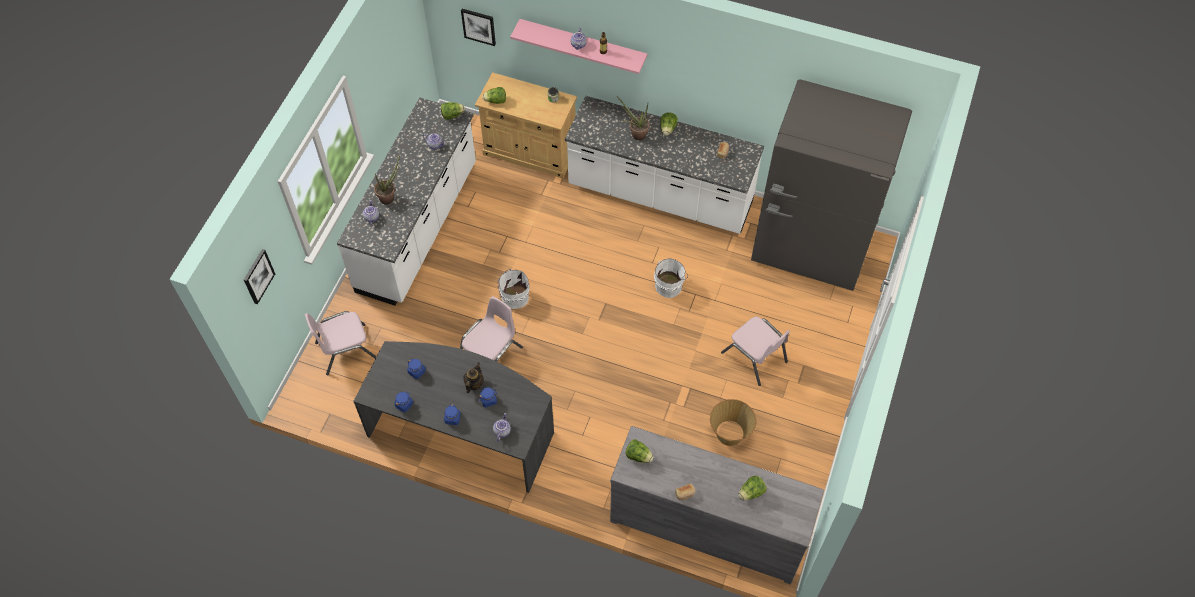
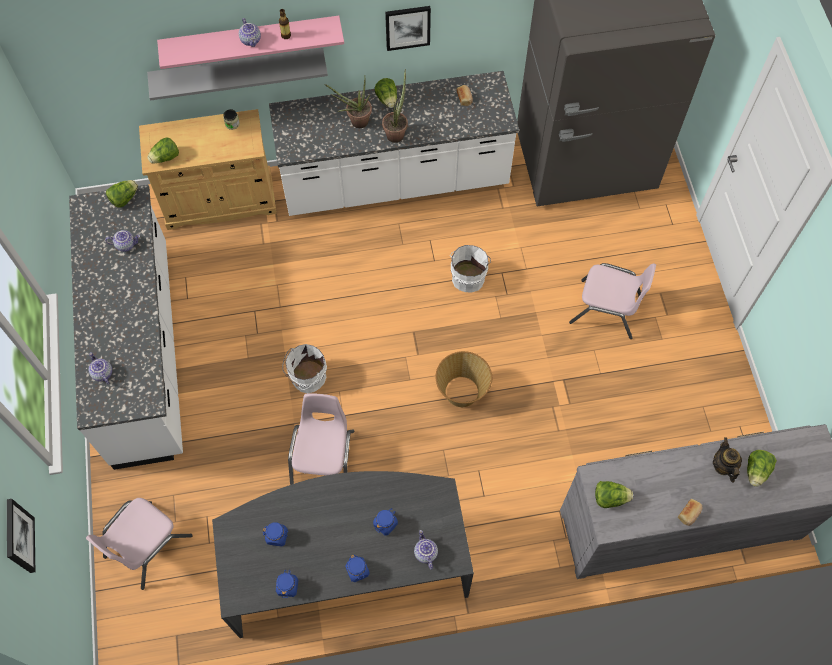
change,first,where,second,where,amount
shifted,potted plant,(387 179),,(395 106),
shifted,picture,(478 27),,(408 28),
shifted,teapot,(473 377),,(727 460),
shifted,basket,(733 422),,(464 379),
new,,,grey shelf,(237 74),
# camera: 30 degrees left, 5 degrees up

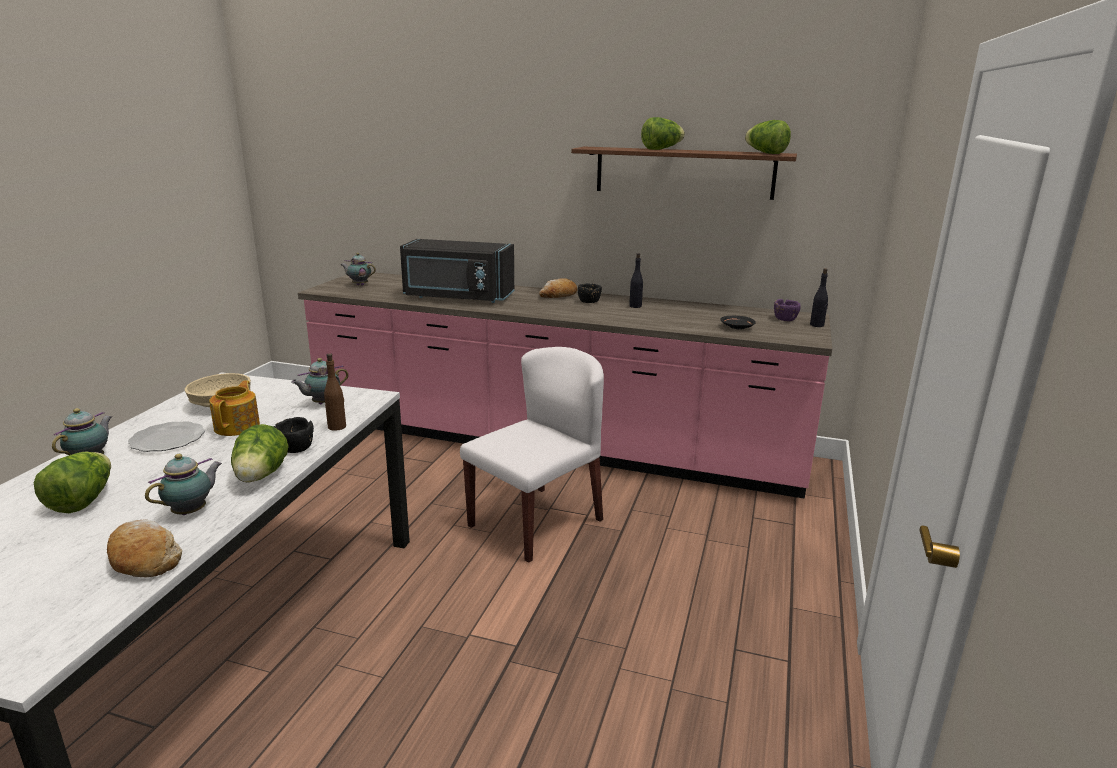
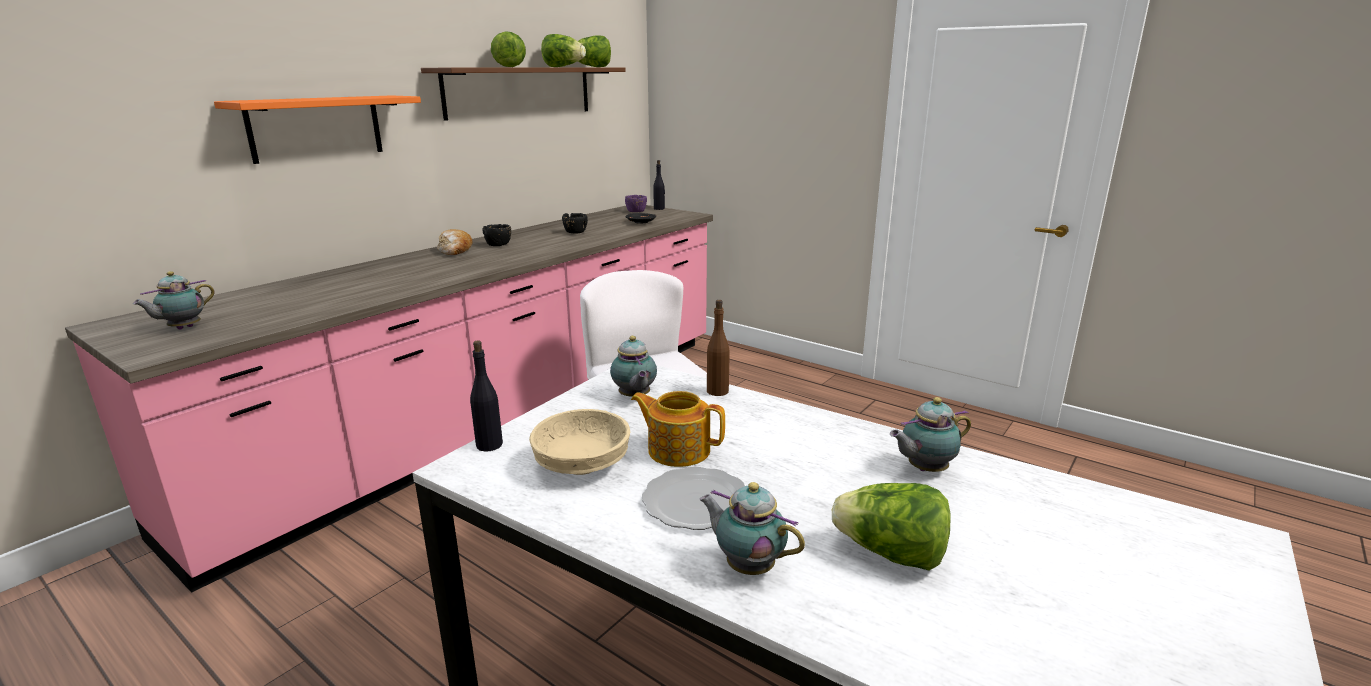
change,first,where,second,where,amount
gone,bread,(144 548),,,
rotated,teapot,(183 484),,(930 434),75 degrees counterclockwise
shifted,lettuce,(260 453),,(563 50),
shifted,black bowl,(294 435),,(575 223),
gone,black microwave,(457 271),,,
shifted,black bottle,(636 280),,(486 396),
new,,,orange shelf,(317 129),
# camera: 70 degrees left, 0 degrees up

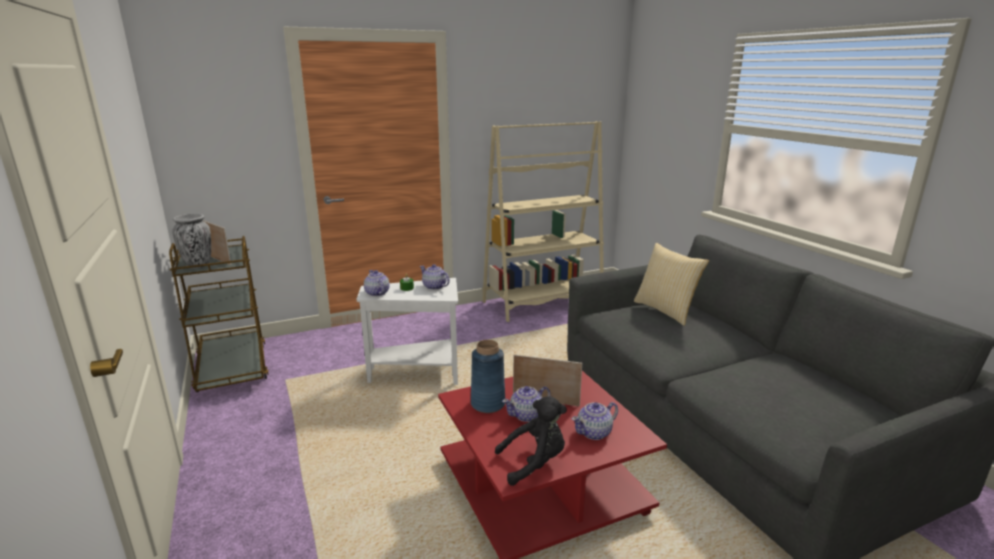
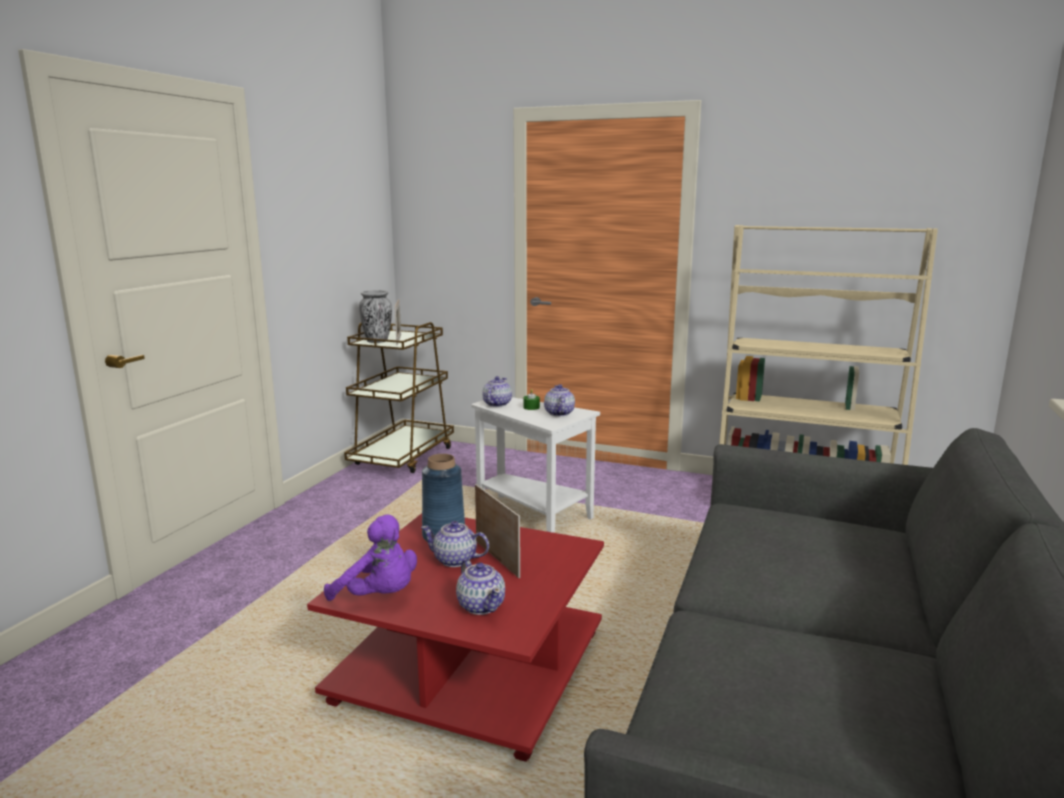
change,first,where,second,where,amount
repainted,black plush toy,(531 441),purple plush toy,(370 557),
rotated,teapot,(595 421),,(480 587),135 degrees counterclockwise
gone,pillow,(671 284),,,
# camera: 45 degrees right, 5 degrees down

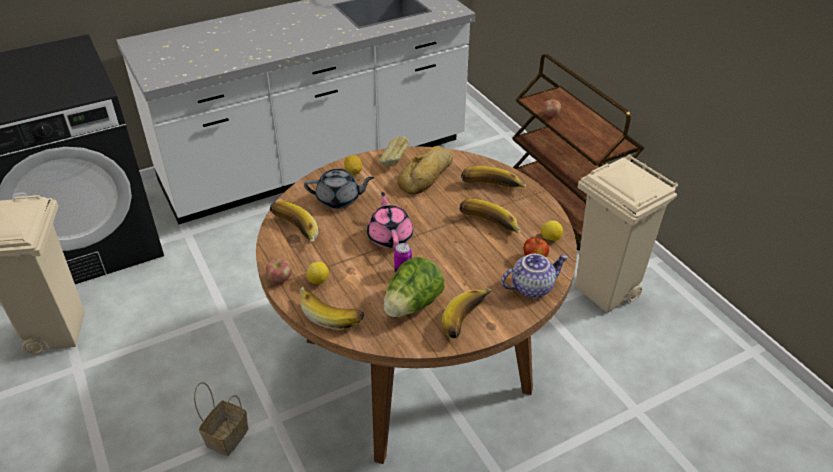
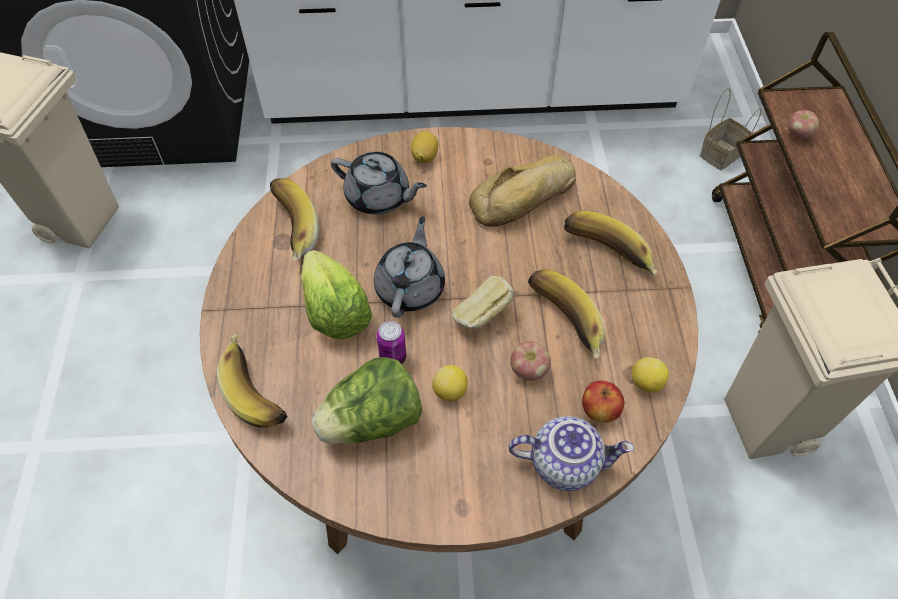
change,first,where,second,where,amount
shifted,basket,(221 419),,(731 129),
shifted,apple,(279 270),,(531 361),
shifted,lemon,(317 273),,(450 383),
repainted,pink teapot,(390 220),grey teapot,(409 267),
shifted,bread,(394 151),,(482 303),
gone,banana,(467 313),,,
new,,,lettuce,(336 294),
# camera: 25 degrees right, 15 degrees up

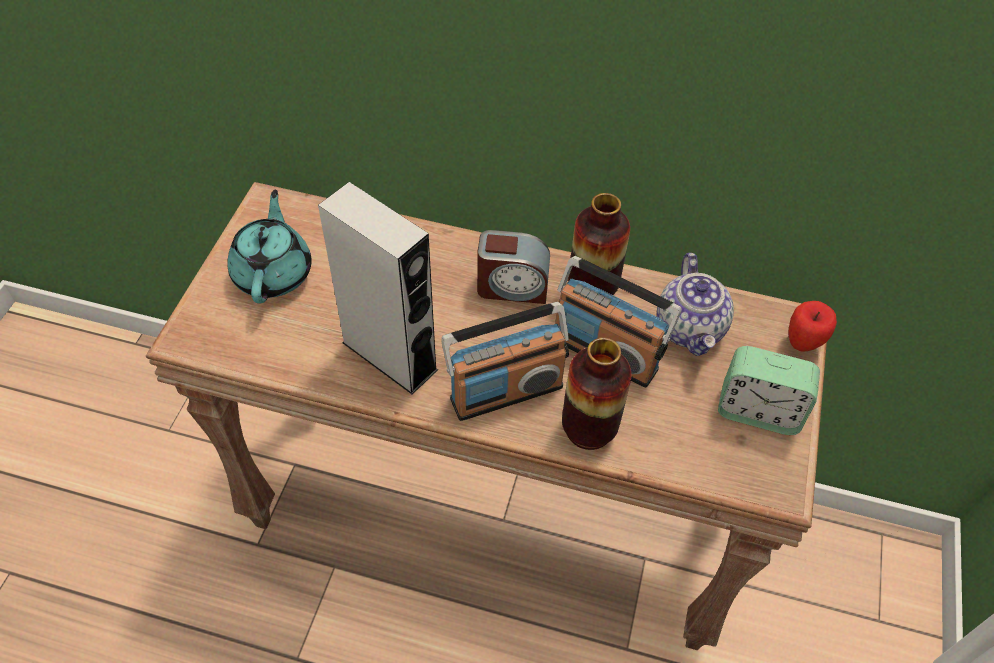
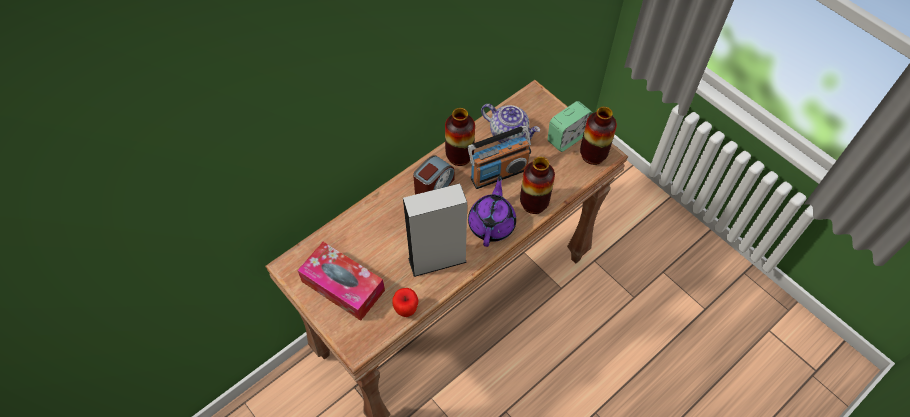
change,first,where,second,where,amount
swapped,turquoise teapot,(269 247),tissue box,(341 281),
swapped,radio,(505 361),purple teapot,(492 211),
shifted,apple,(812 326),,(405 302),
new,,,vase,(598 136),
# camera: 55 degrees left, 5 degrees up

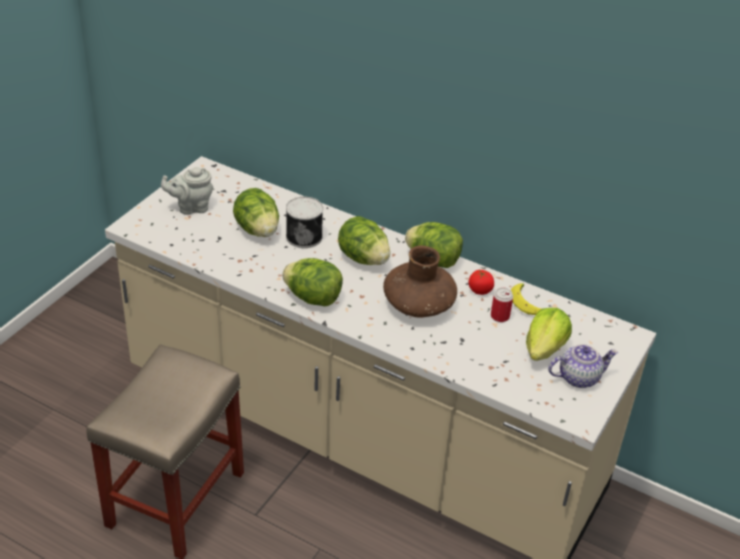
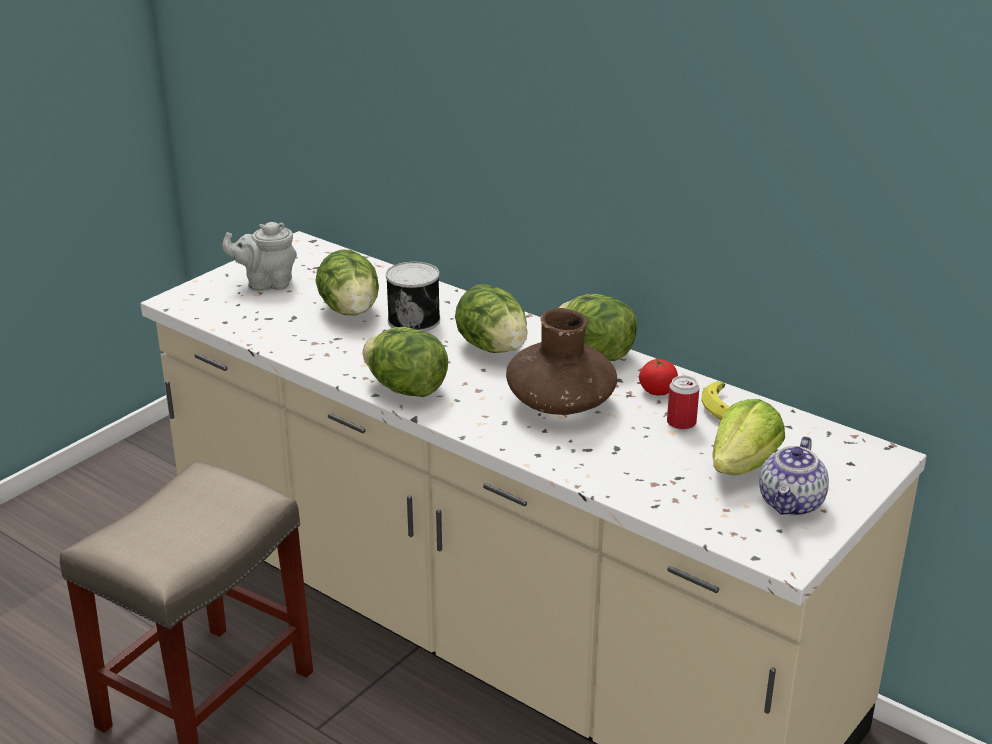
change,first,where,second,where,amount
rotated,teapot,(583 366),,(794 476),120 degrees clockwise
# camera: 10 degrees right, 10 degrees down

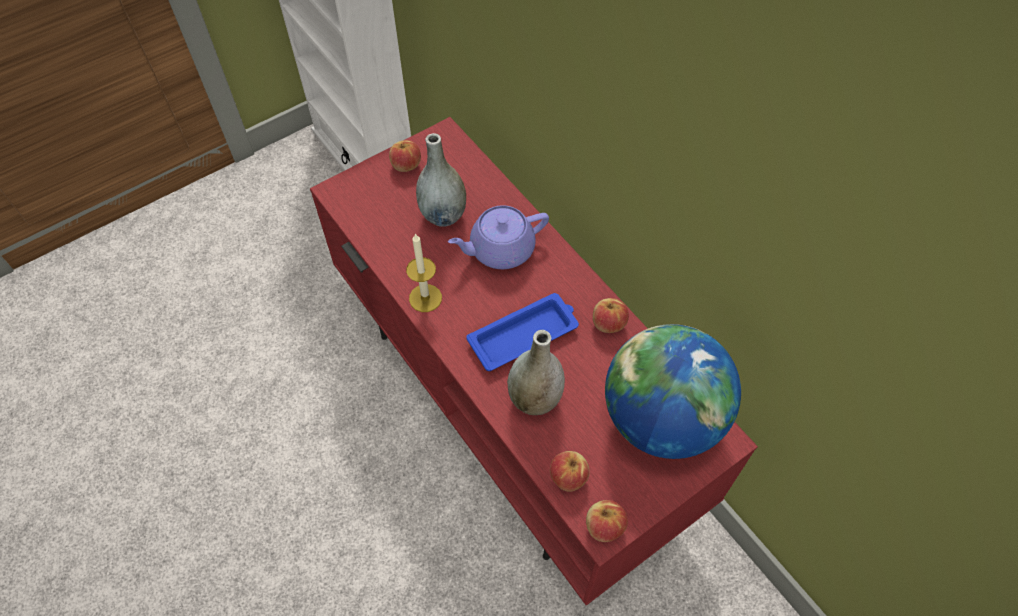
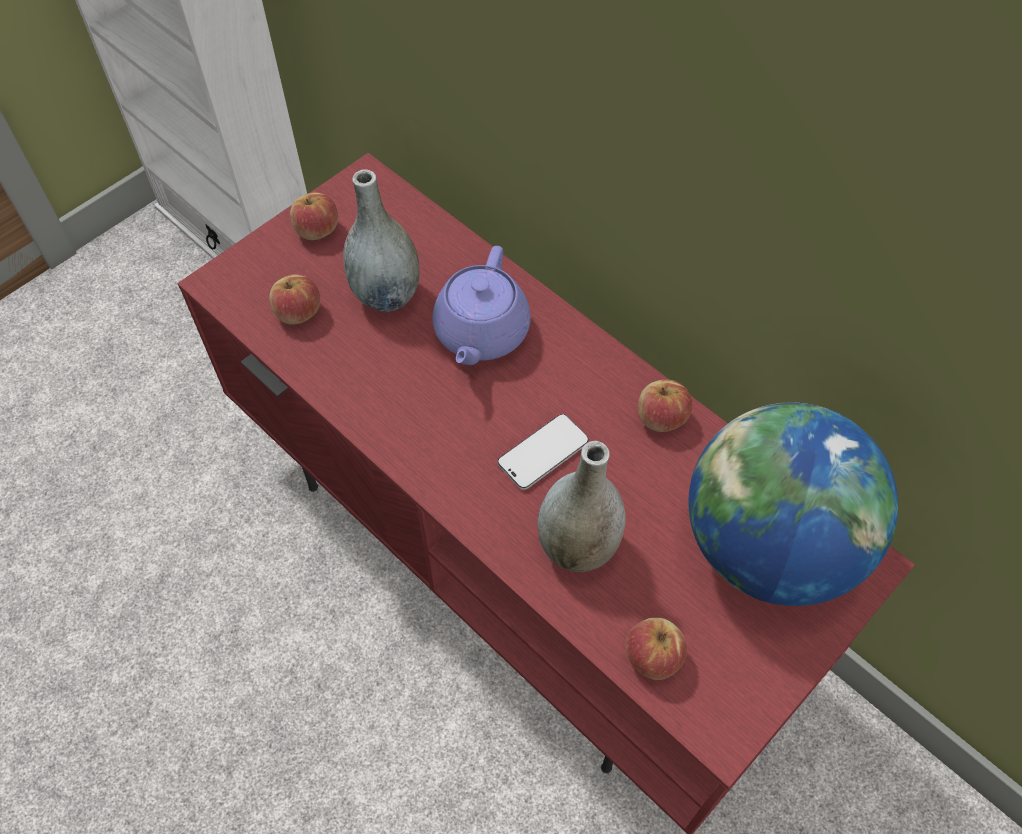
change,first,where,second,where,amount
gone,candle,(424 272),,,
rotated,purple teapot,(498 237),,(482 305),45 degrees counterclockwise
swapped,blue tray,(522 332),phone,(543 452),
shifted,apple,(607 521),,(294 299),
# camera: 10 degrees left, 0 degrees up

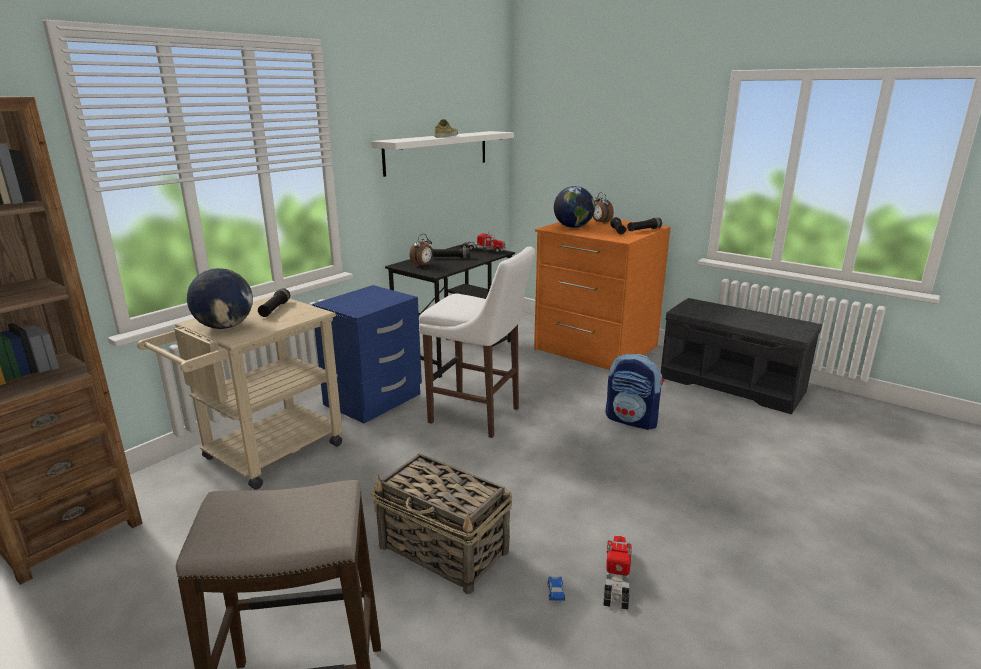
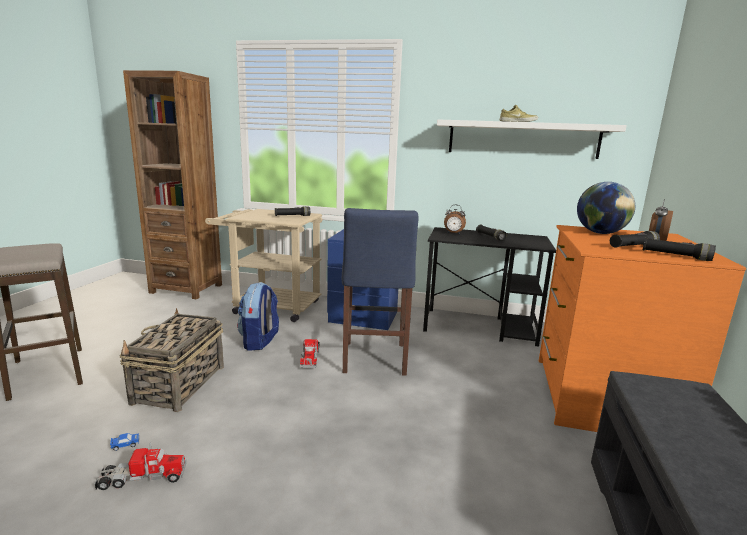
change,first,where,second,where,amount
gone,globe,(220 298),,,
repainted,white stool,(477 342),blue stool,(380 291),
shifted,toy truck,(483 243),,(310 353),
shifted,backpack,(635 392),,(258 316),
# camera: 65 degrees right, 5 degrees down

